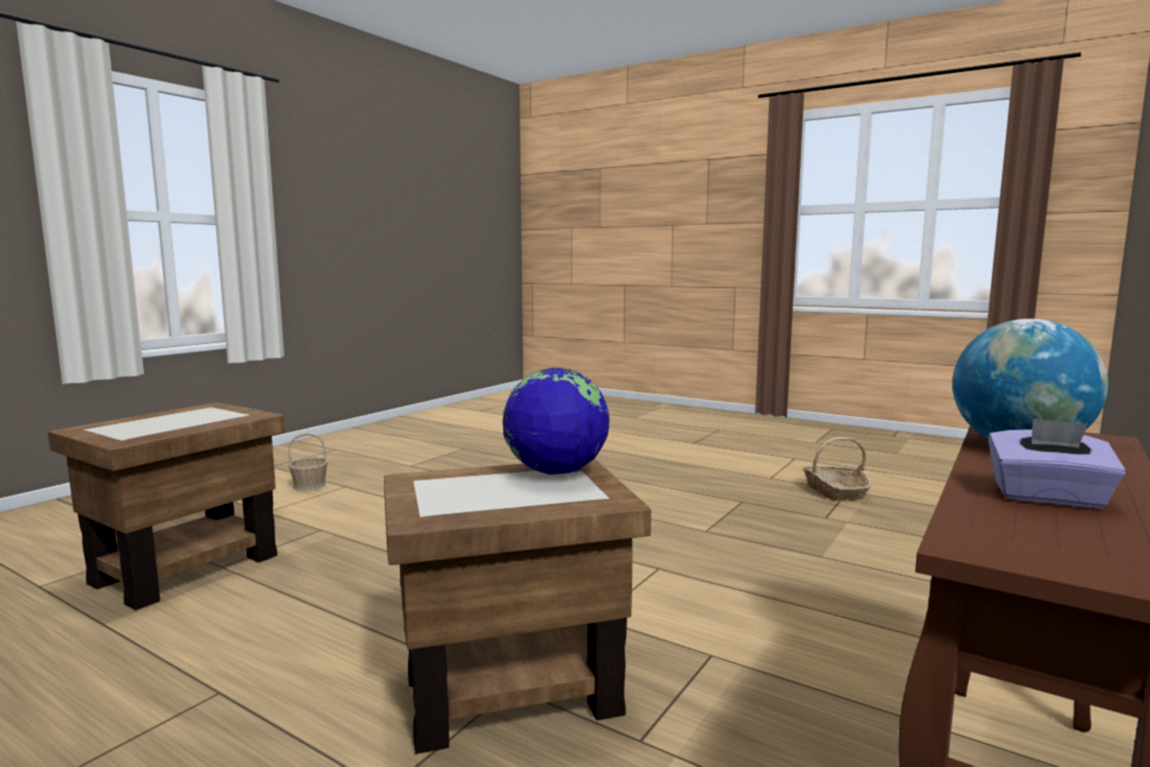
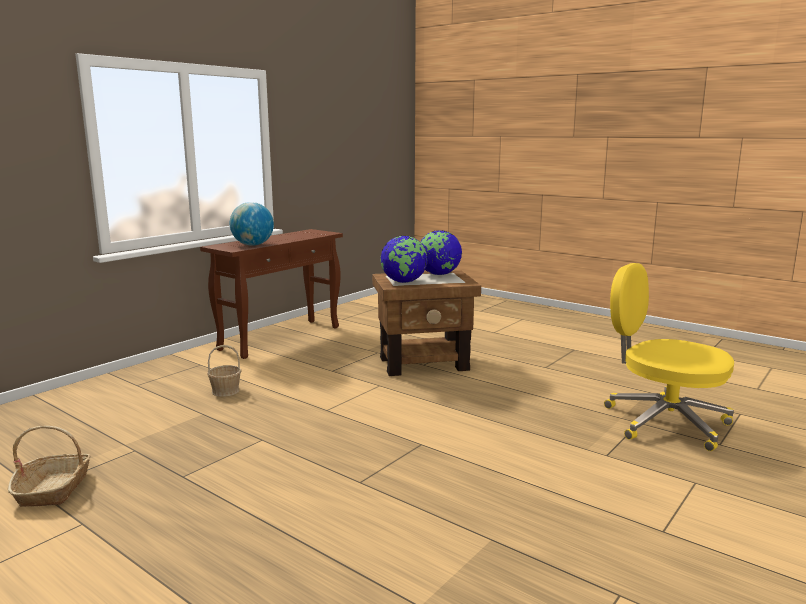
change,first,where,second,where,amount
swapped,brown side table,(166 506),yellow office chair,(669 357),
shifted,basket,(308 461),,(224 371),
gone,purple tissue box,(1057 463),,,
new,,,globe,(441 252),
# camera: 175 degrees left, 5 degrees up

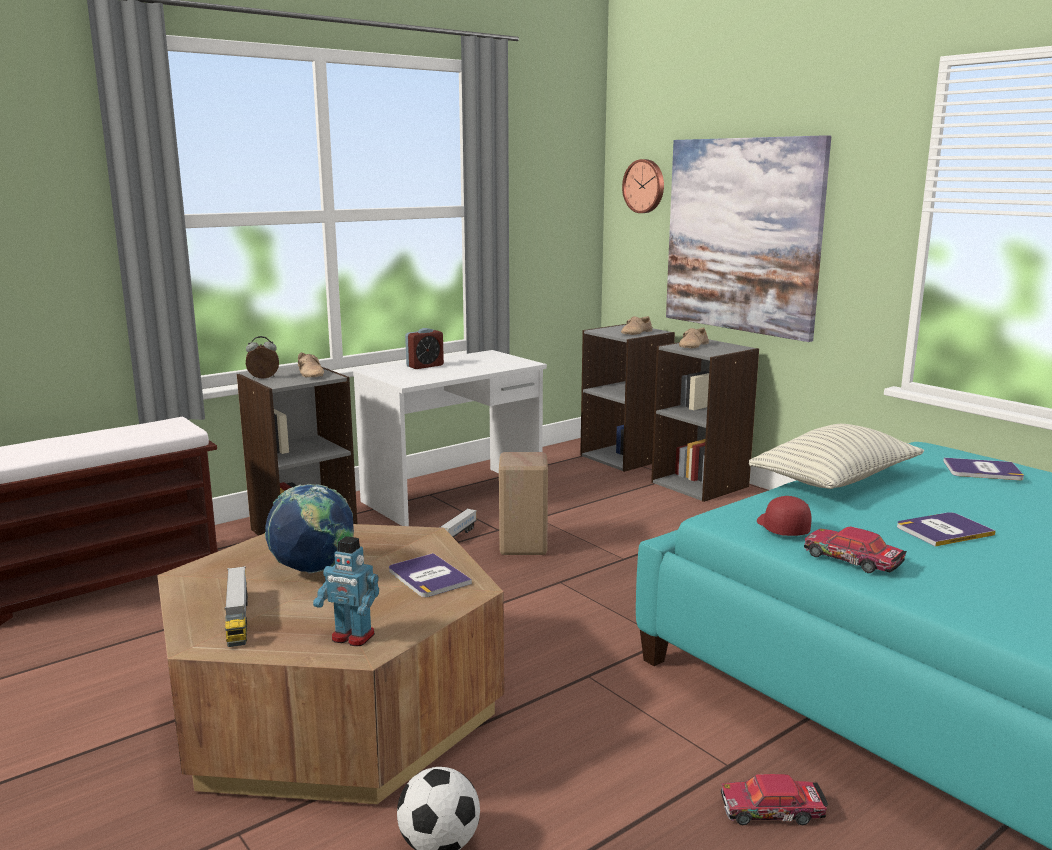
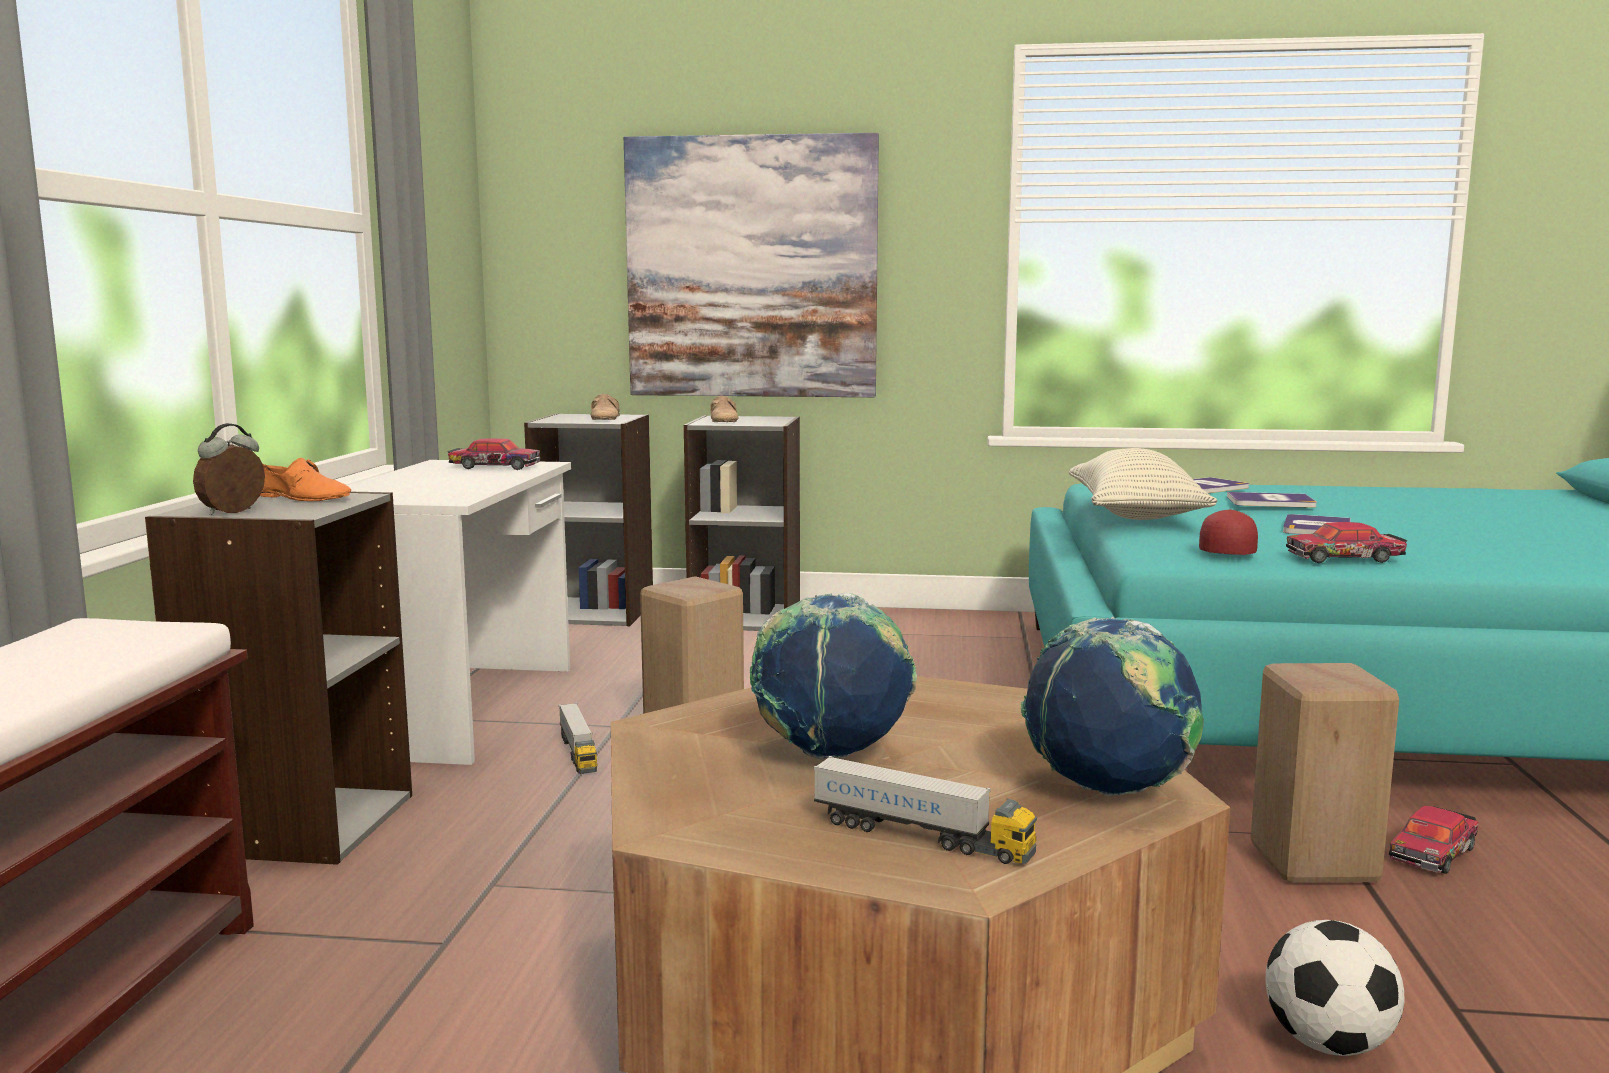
change,first,where,second,where,amount
repainted,beige shoe,(311 364),orange shoe,(305 479),
swapped,toy robot,(346 591),globe,(1112 707),
shifted,book,(430 575),,(1272 500),
gone,alarm clock,(424 348),,,
gone,wall clock,(643 186),,,
rotated,red cap,(784 516),,(1228 532),75 degrees clockwise
new,,,toy car,(493 454),
new,,,beige stool,(1325 773),
# camera: 45 degrees left, 5 degrees down

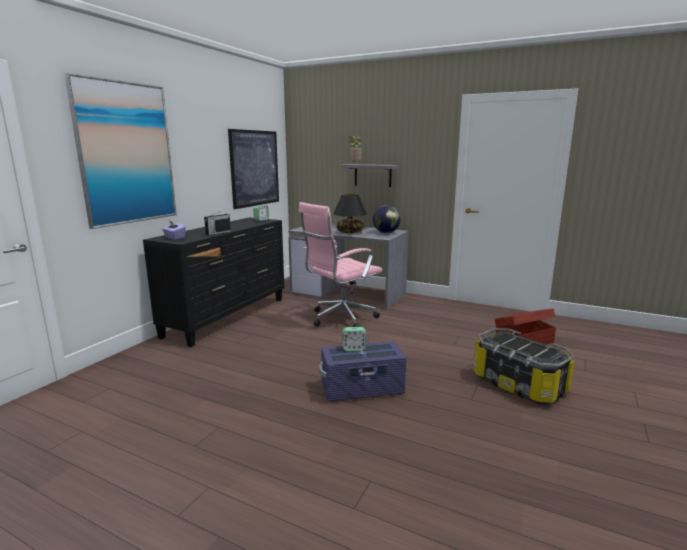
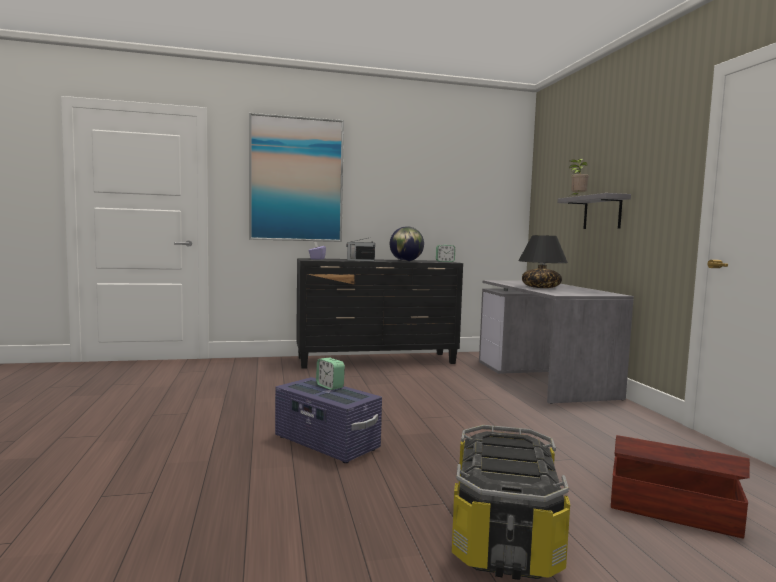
change,first,where,second,where,amount
gone,picture,(253 169),,,
gone,pink office chair,(340 264),,,
shifted,globe,(387 219),,(407 243),
# camera: 50 degrees right, 10 degrees down

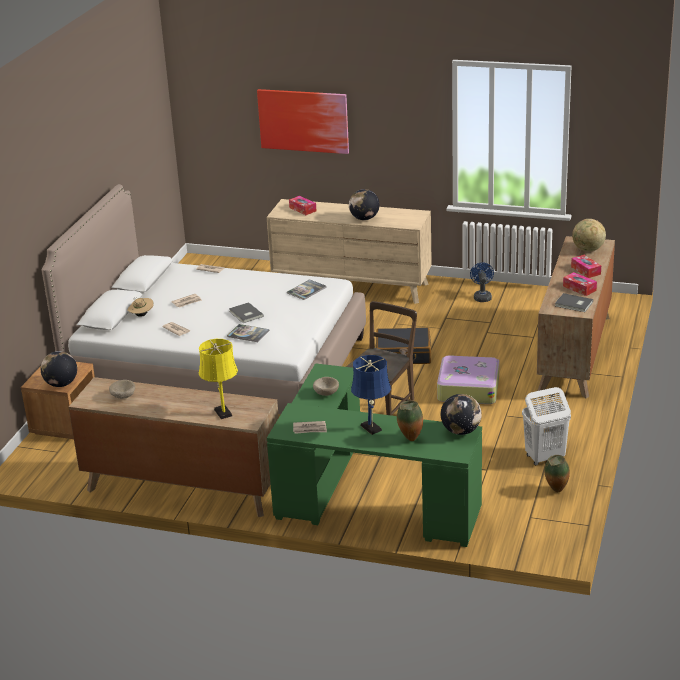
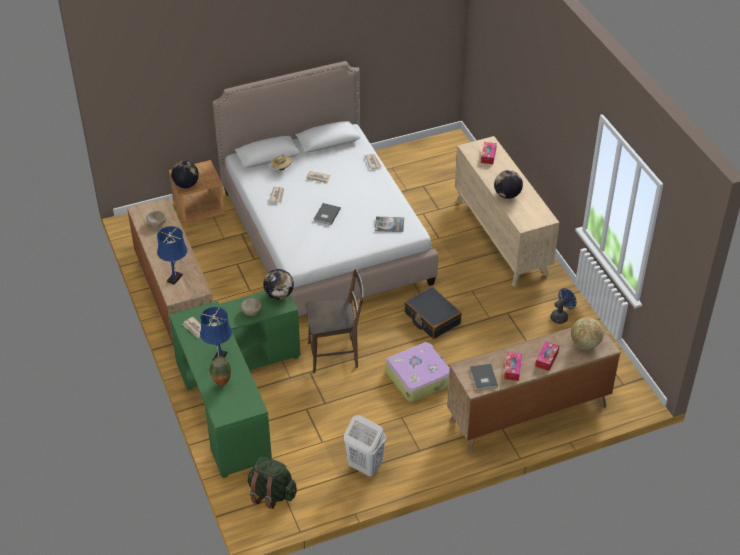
change,first,where,second,where,amount
repainted,yellow table lamp,(218 379),blue table lamp,(172 255),
gone,book,(248 333),,,
gone,picture,(303 121),,,
shifted,globe,(461 414),,(278 284),
gone,vase,(557 473),,,
new,,,green backpack,(272 483),
# camera: 50 degrees right, 15 degrees up

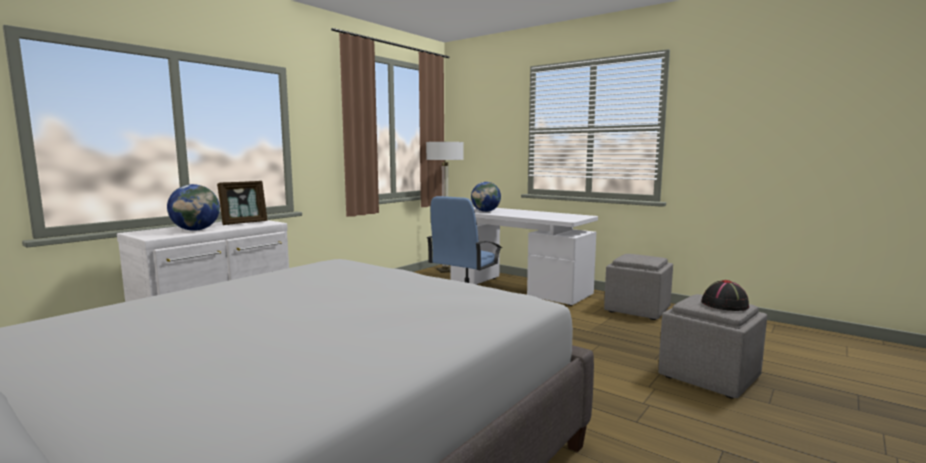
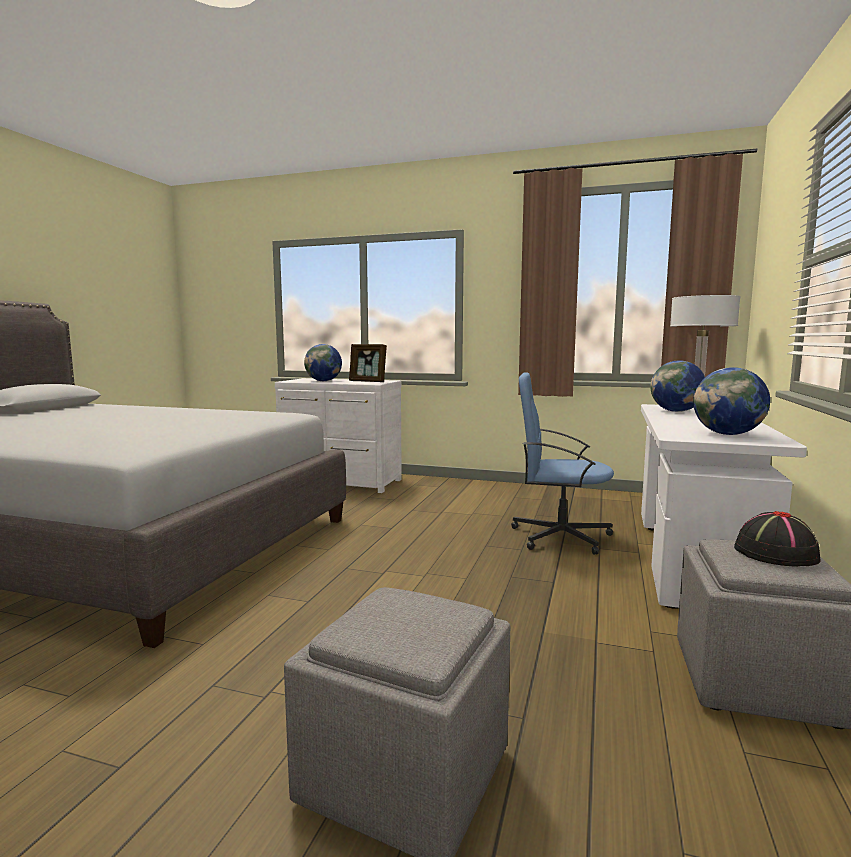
change,first,where,second,where,amount
shifted,black hat,(725 295),,(777 539),
new,,,globe,(731 401),
# camera: 70 degrees right, 0 degrees up

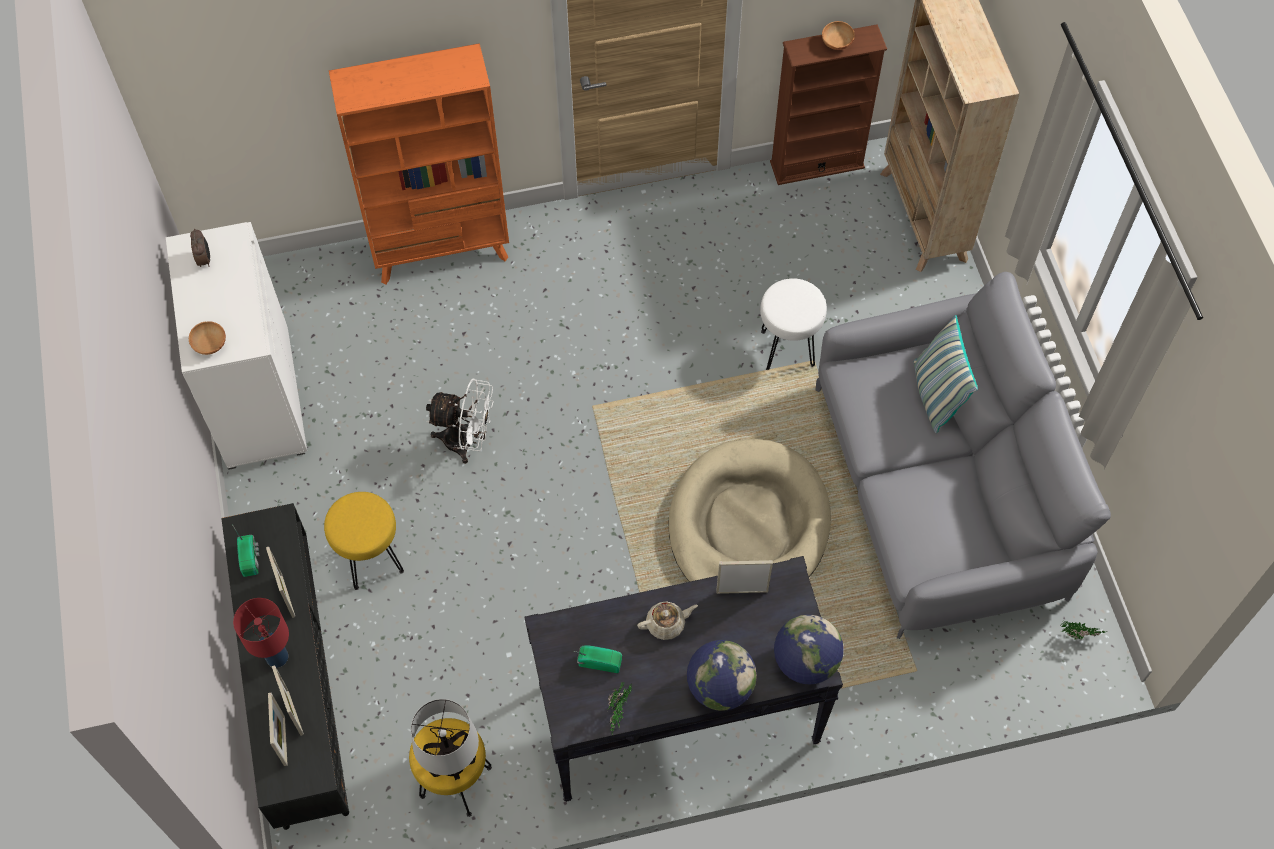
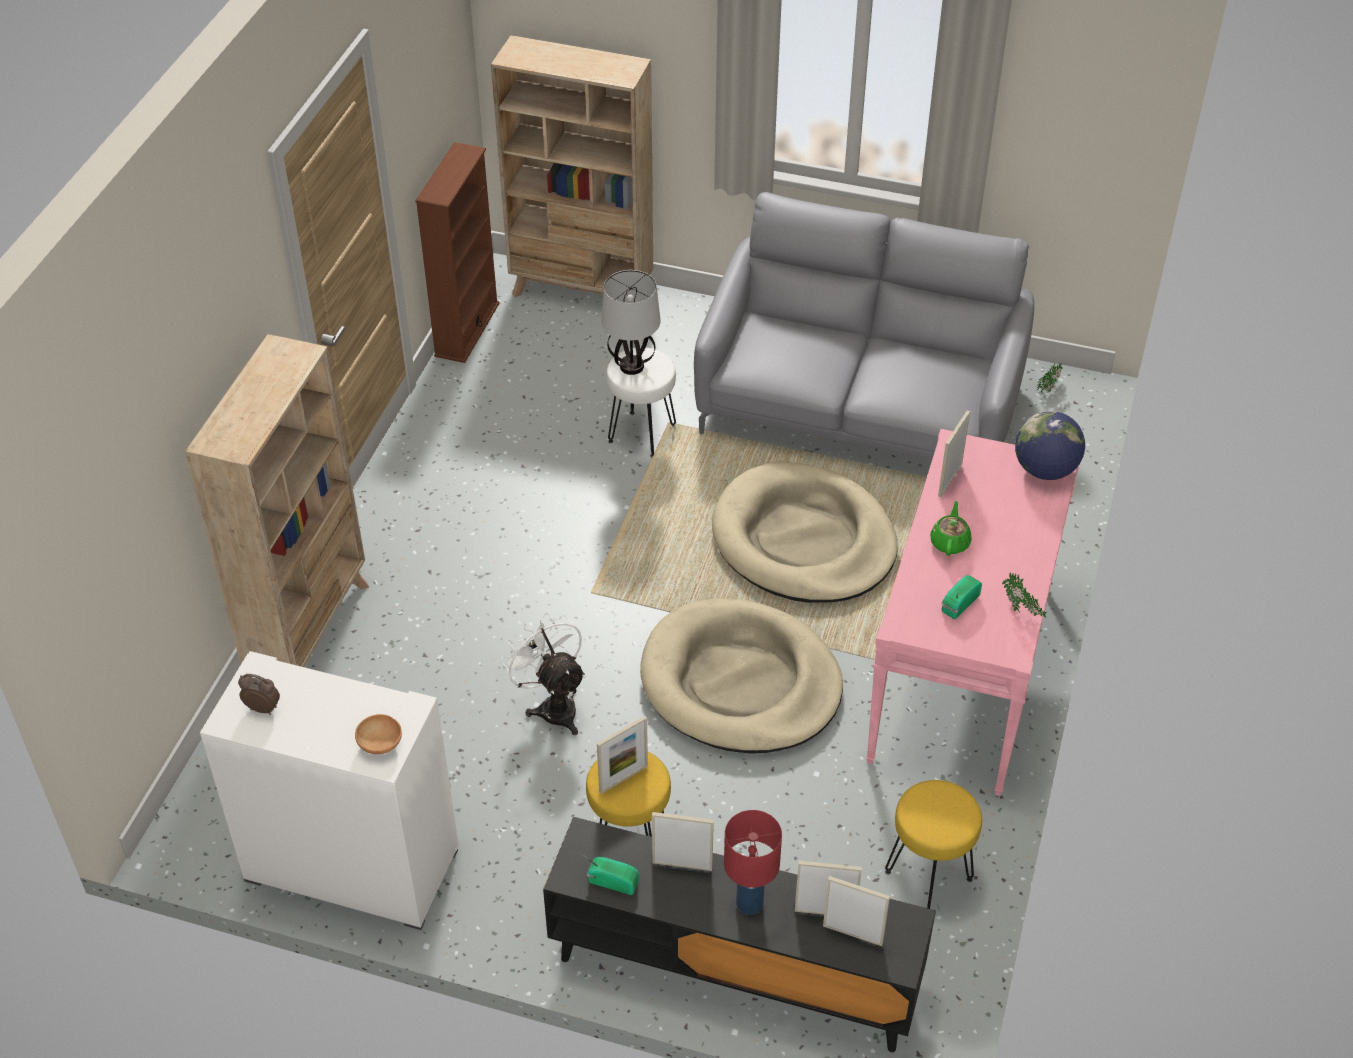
change,first,where,second,where,amount
repainted,orange bookcase,(419 163),beige bookcase,(277 500),
shifted,table lamp,(445 739),,(631 322),
rotated,white fan,(459 421),,(543 674),75 degrees counterclockwise
repainted,black console table,(683 679),pink console table,(972 612),
repainted,beige teapot,(667 621),green teapot,(951 528),
gone,globe,(722 675),,,
gone,brown bowl,(838 35),,,
gone,pillow,(946 374),,,
new,,,picture frame,(622 755),
new,,,beige dog bed,(741 676),
# camera: 60 degrees left, 15 degrees down

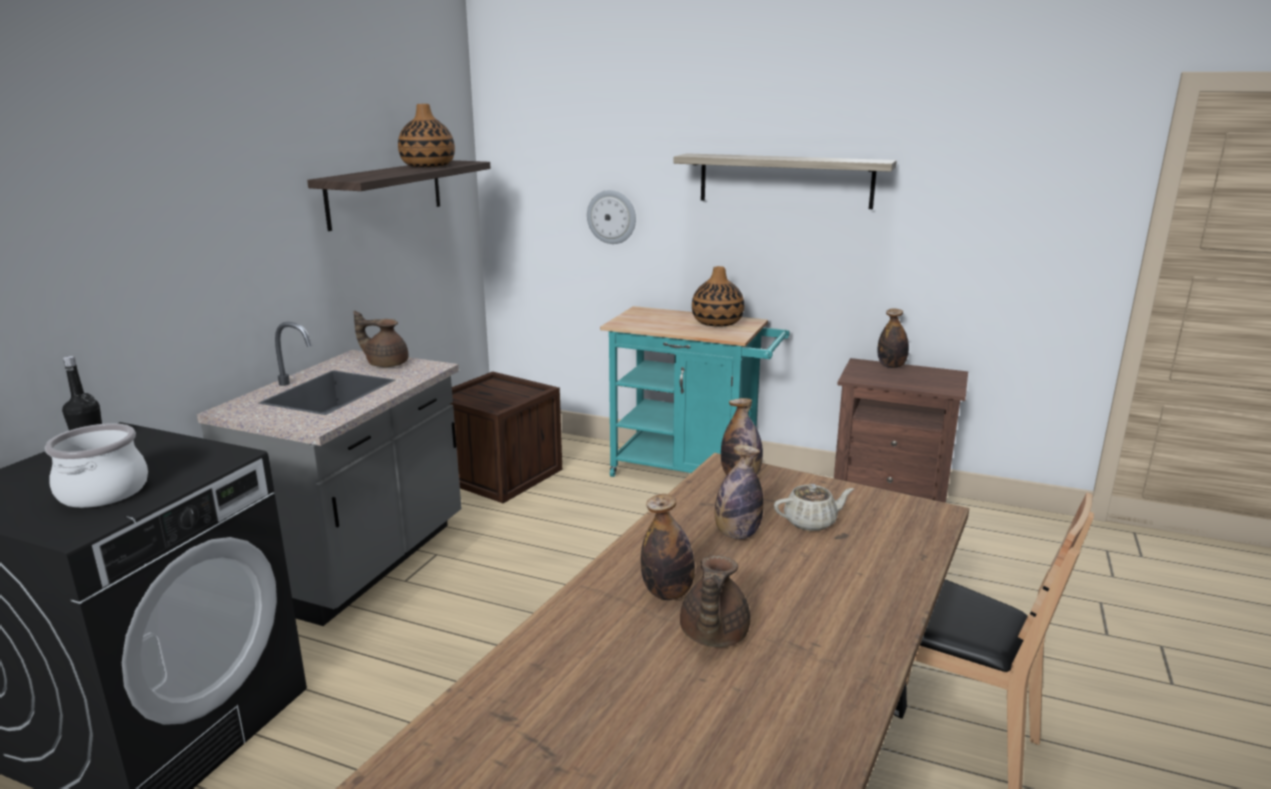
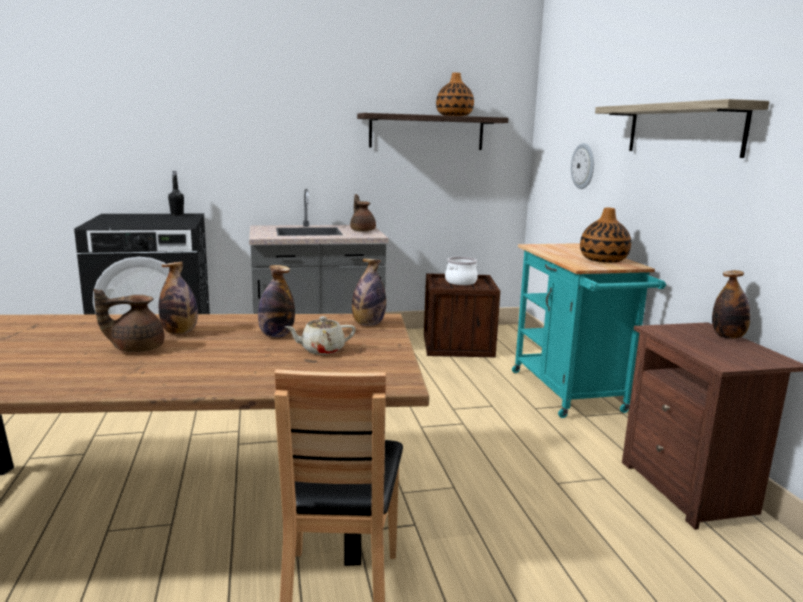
change,first,where,second,where,amount
shifted,cooking pot,(96 465),,(461 271),
rotated,beige teapot,(814 507),,(320 335),120 degrees clockwise
# camera: 55 degrees right, 5 degrees down

